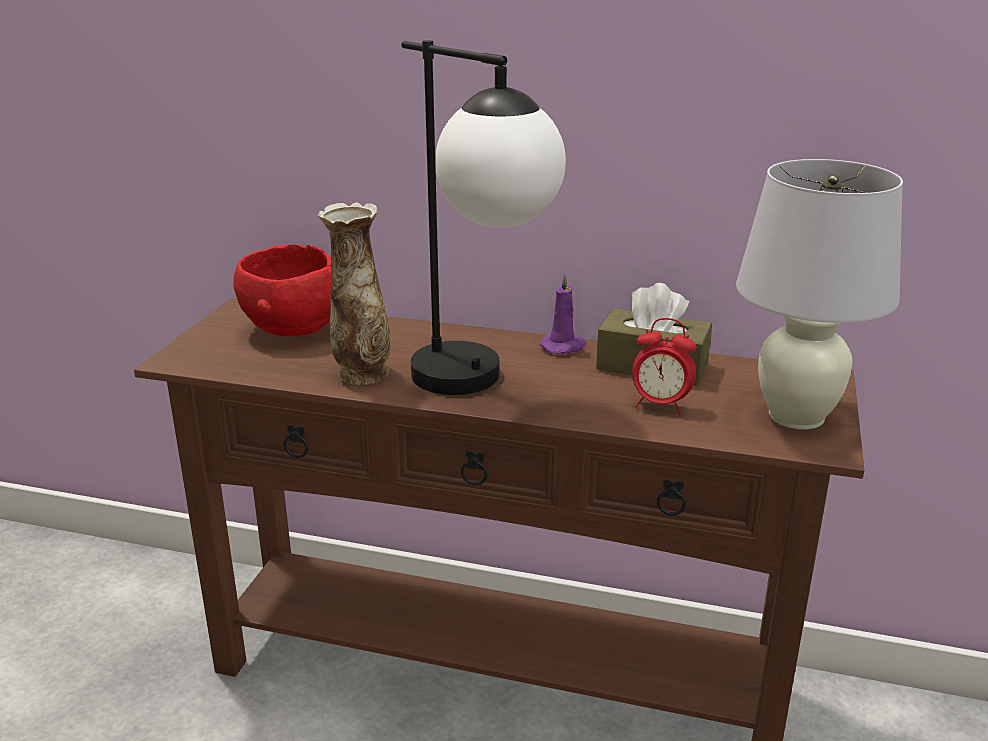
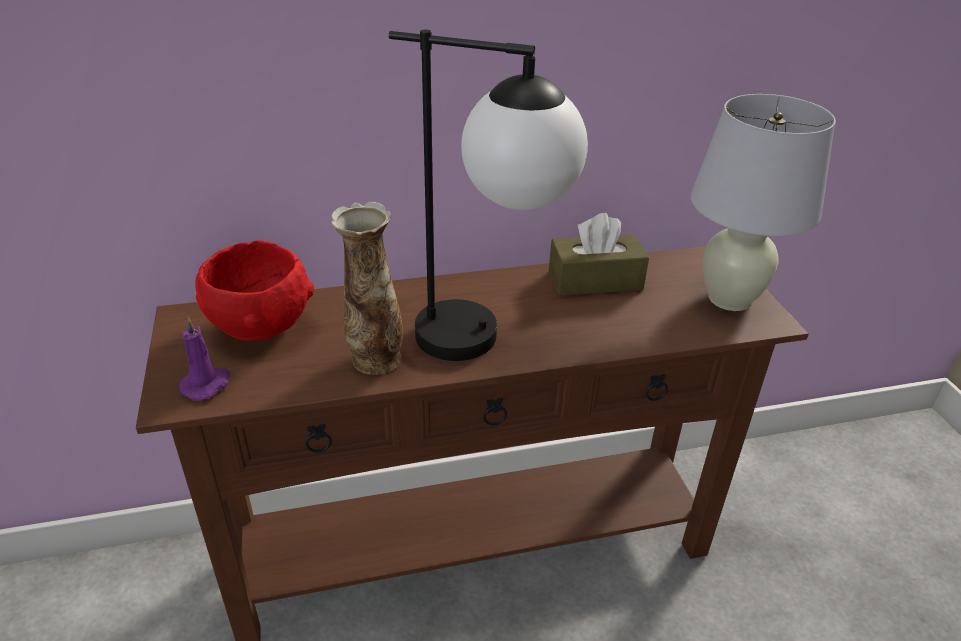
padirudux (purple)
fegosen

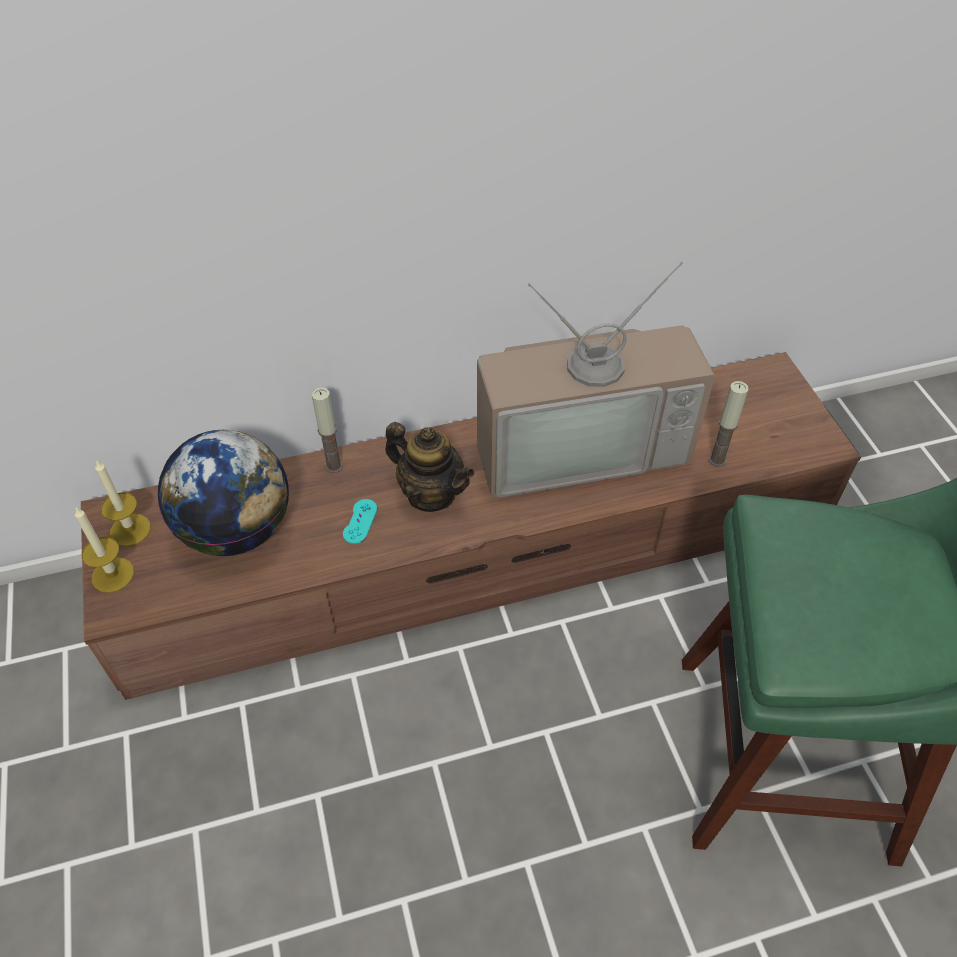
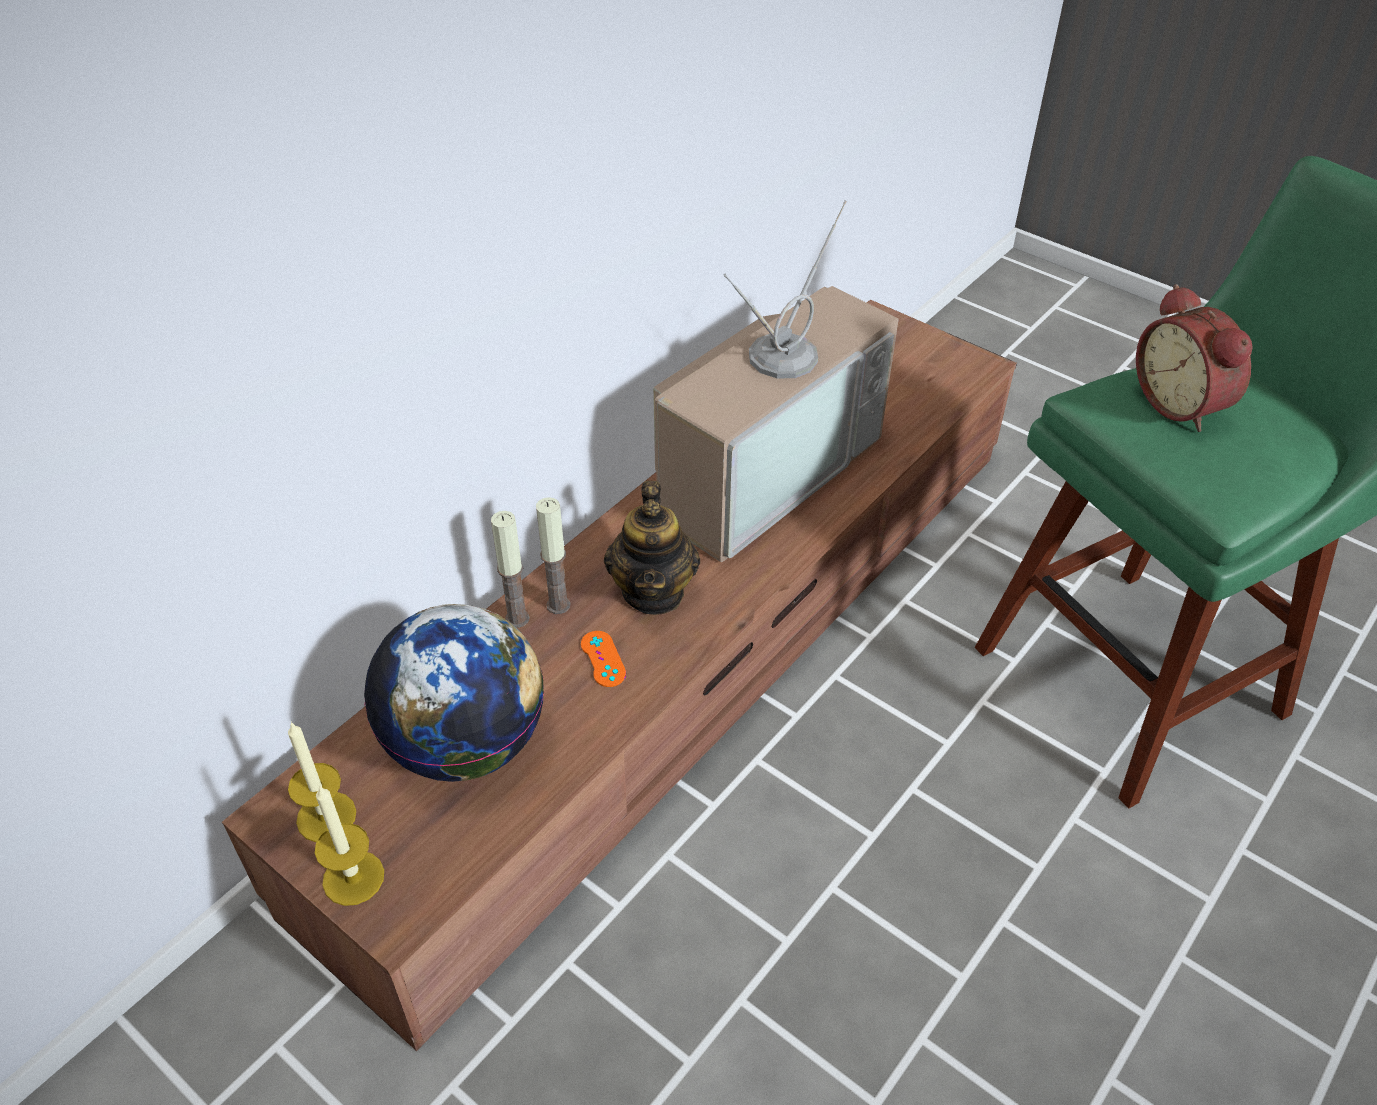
padirudux (no. 4 from left)
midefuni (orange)
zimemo
fegosen

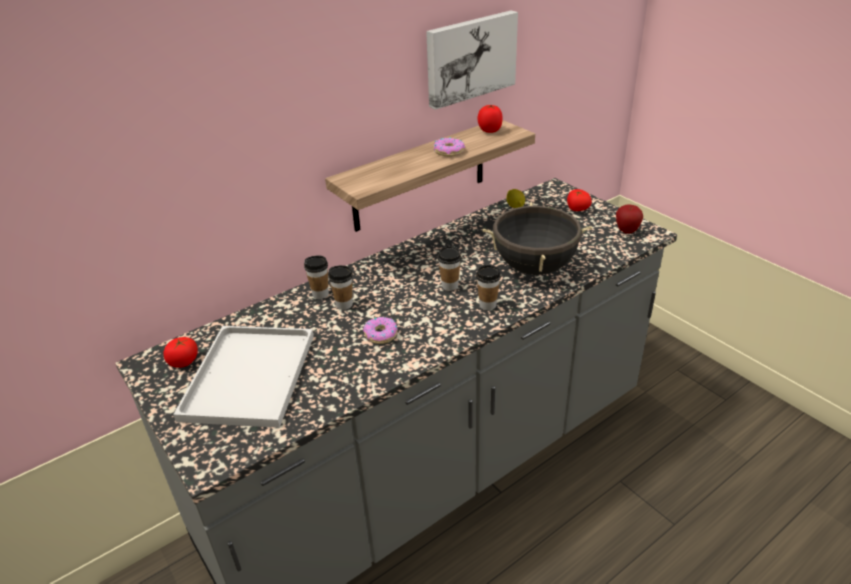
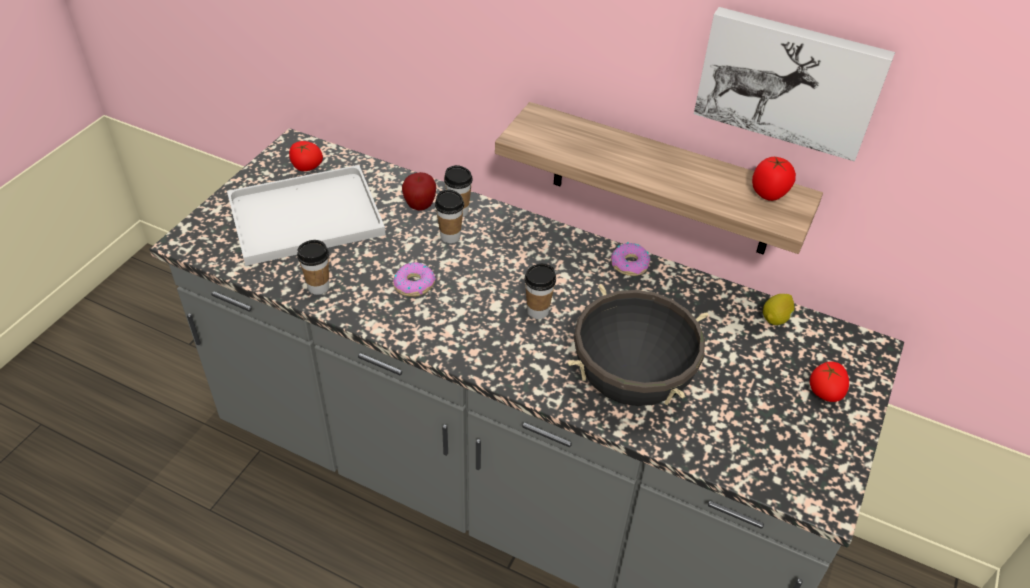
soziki (no. 1 from left)
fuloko
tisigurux (no. 2 from left)

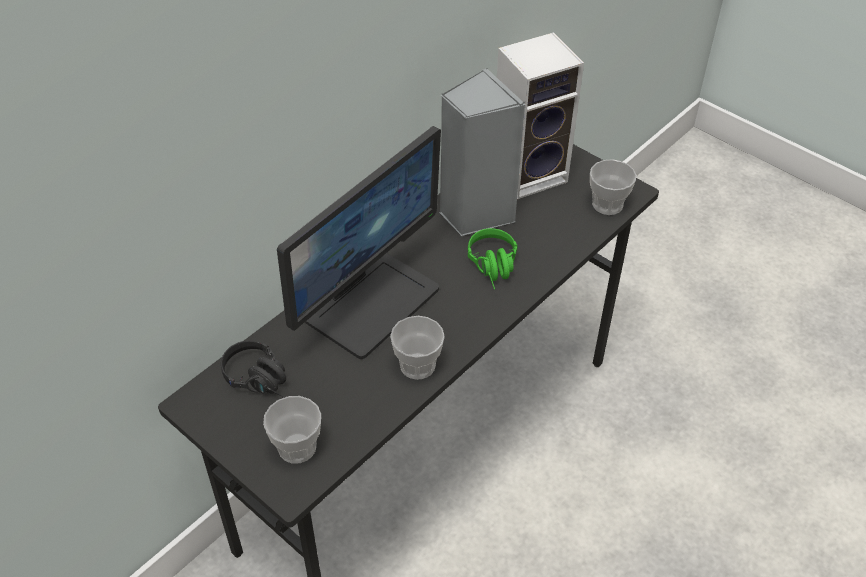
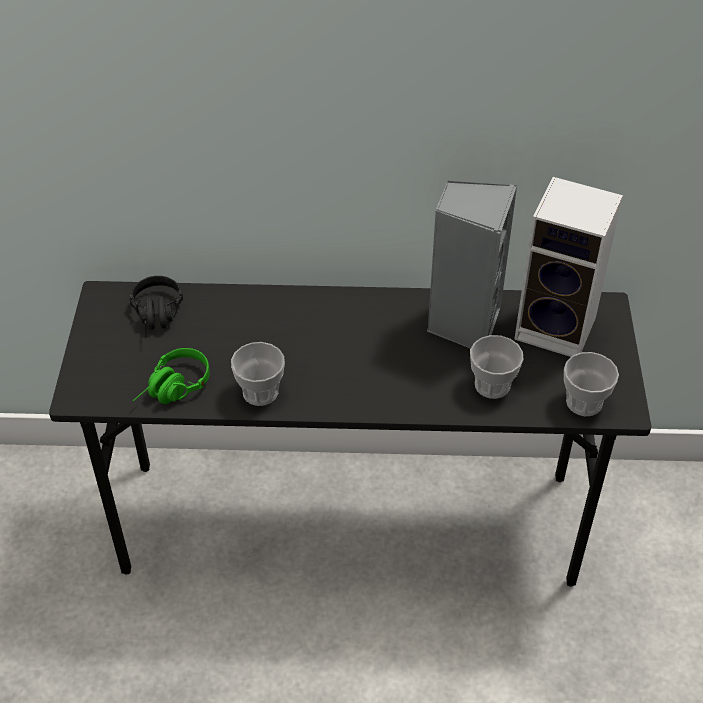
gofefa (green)
soziki (no. 2 from left)
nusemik

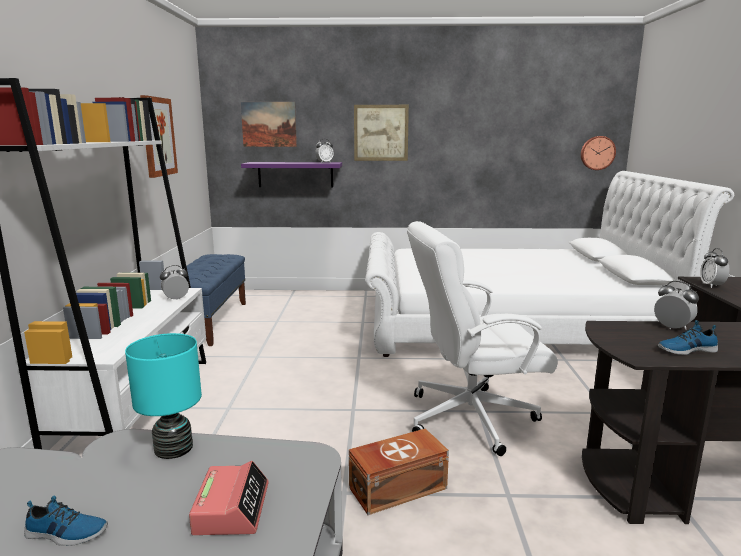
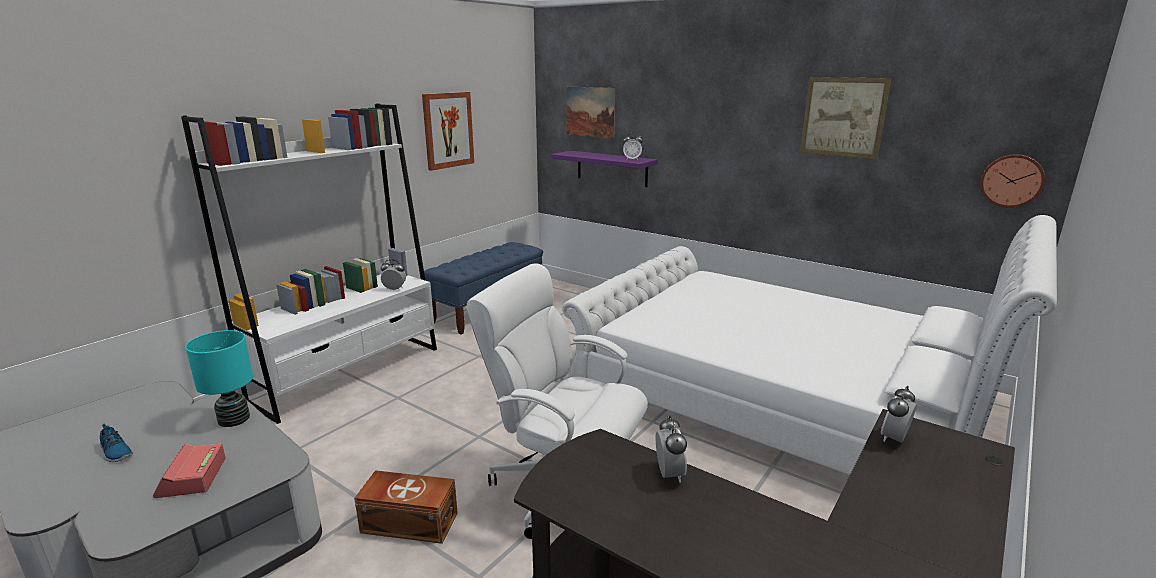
fegosen (no. 1 from left)
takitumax (no. 3 from left)
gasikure (no. 2 from left in the first image)

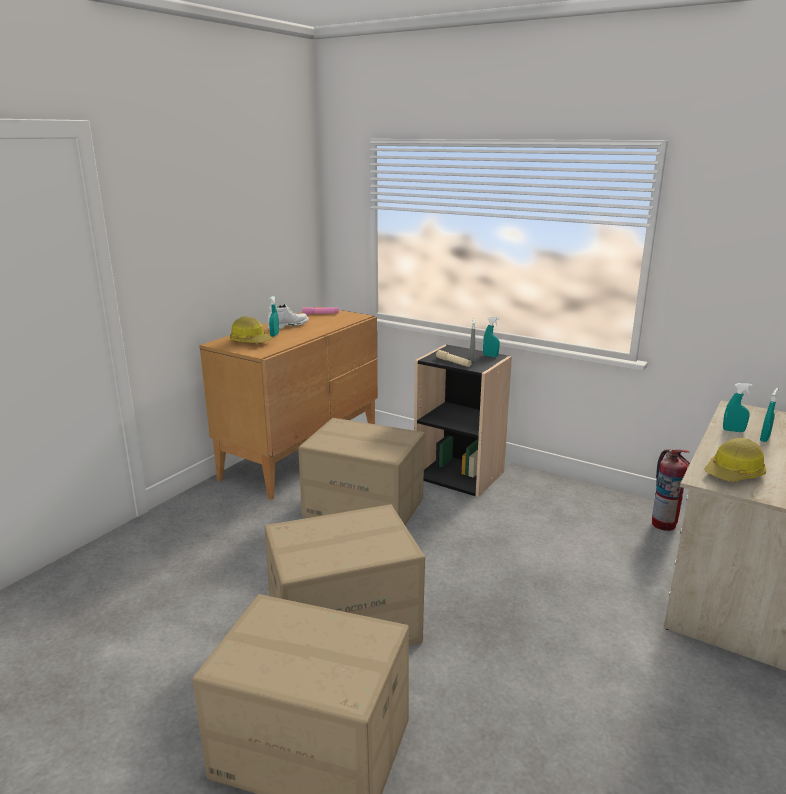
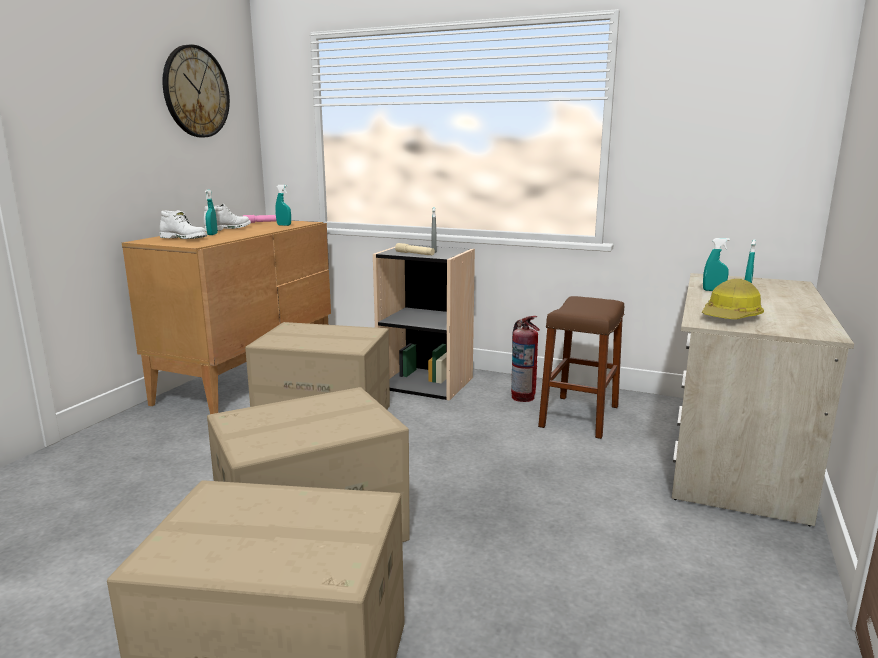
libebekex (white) (no. 1 from left)
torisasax
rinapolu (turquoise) (no. 2 from left)
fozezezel
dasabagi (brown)

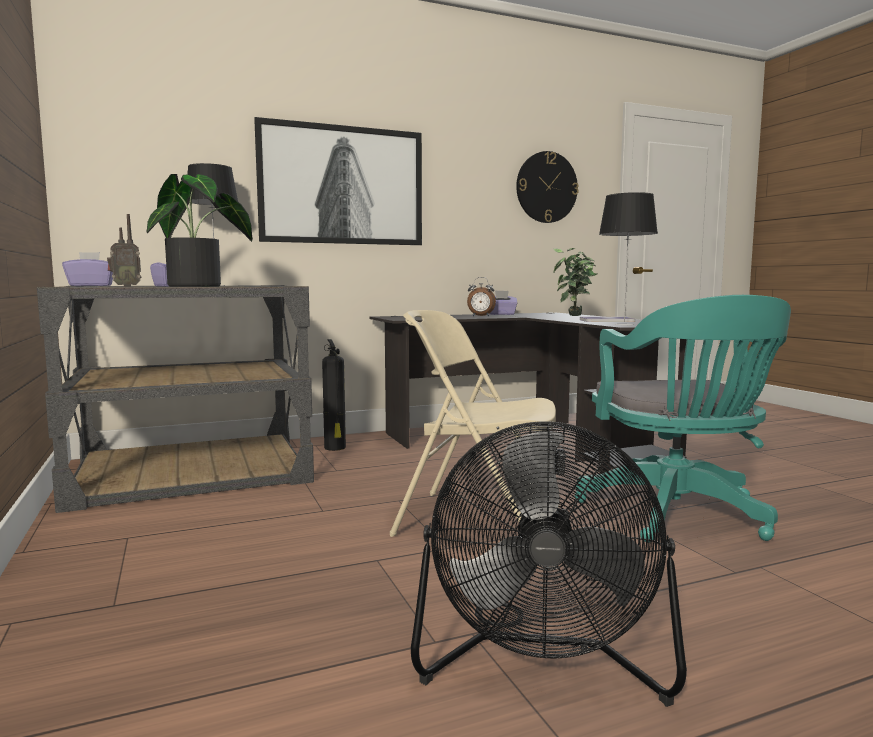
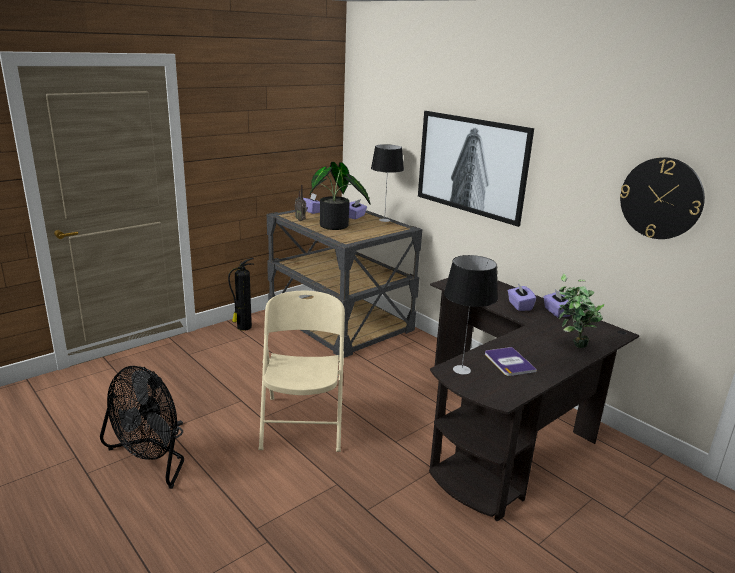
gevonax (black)
fozezezel
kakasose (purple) (no. 3 from left)
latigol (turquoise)

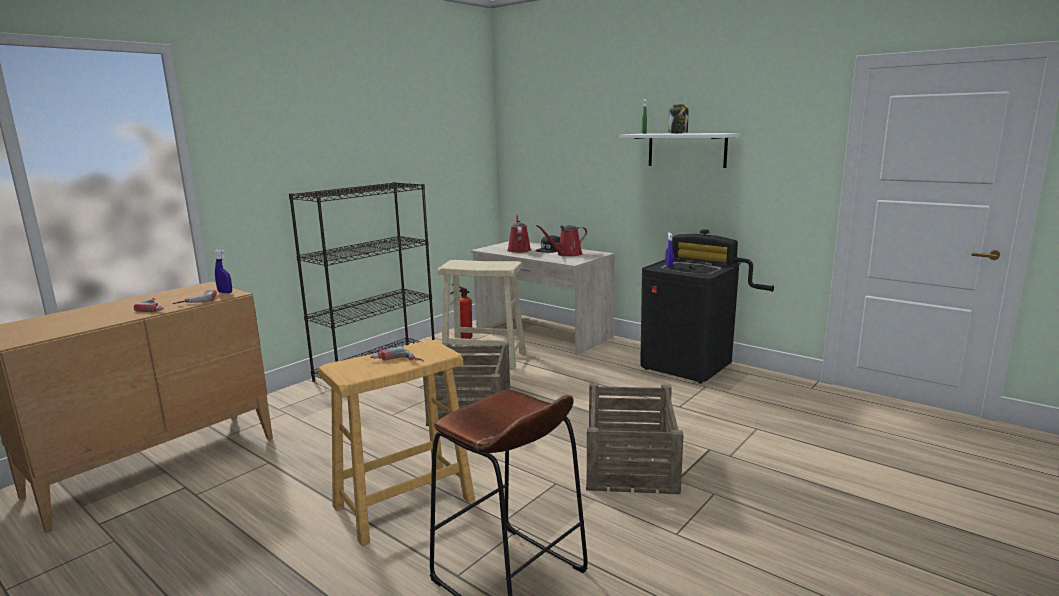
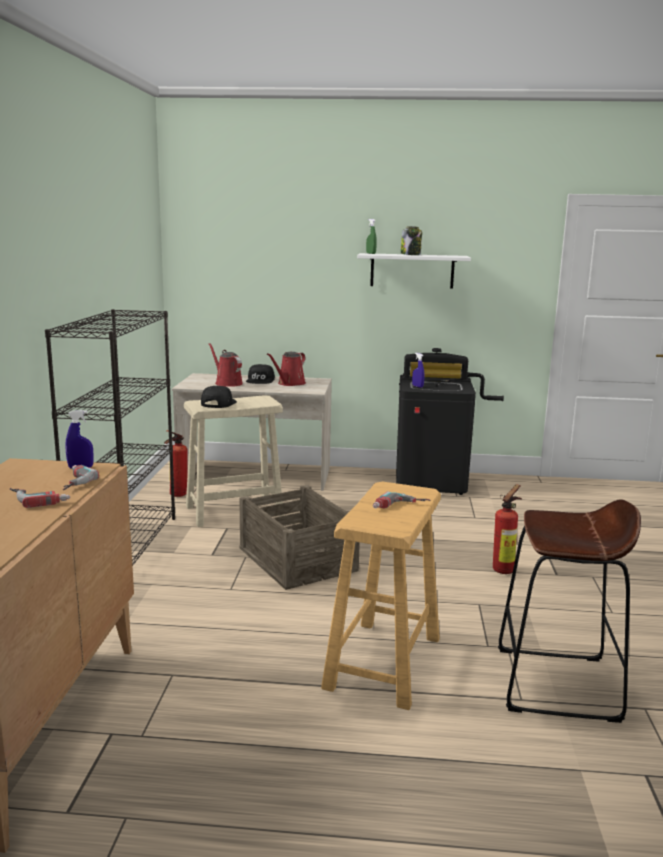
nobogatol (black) (no. 1 from left)
fozezezel (no. 2 from left)

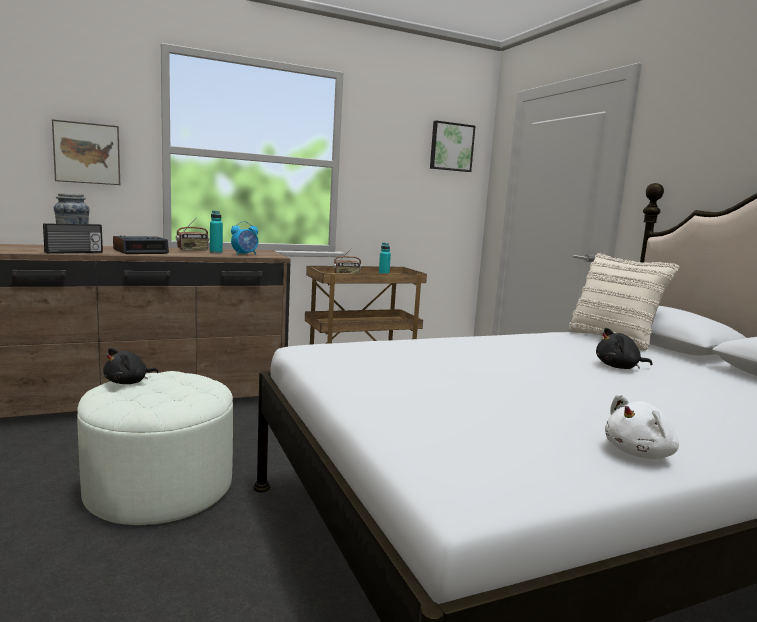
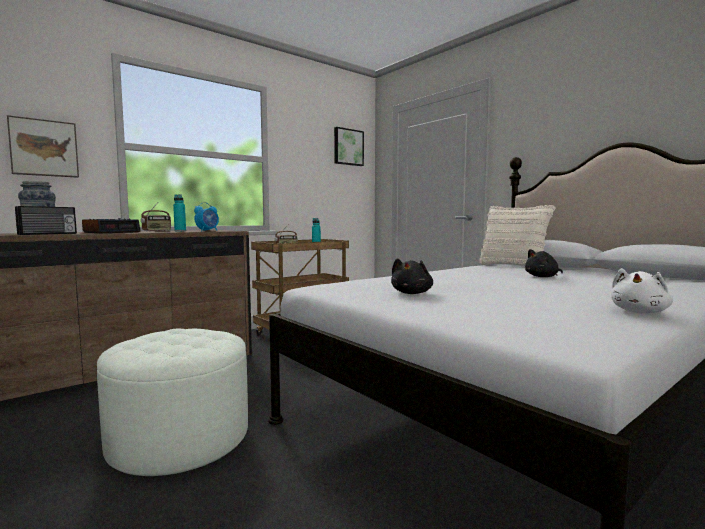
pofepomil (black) (no. 1 from left)

